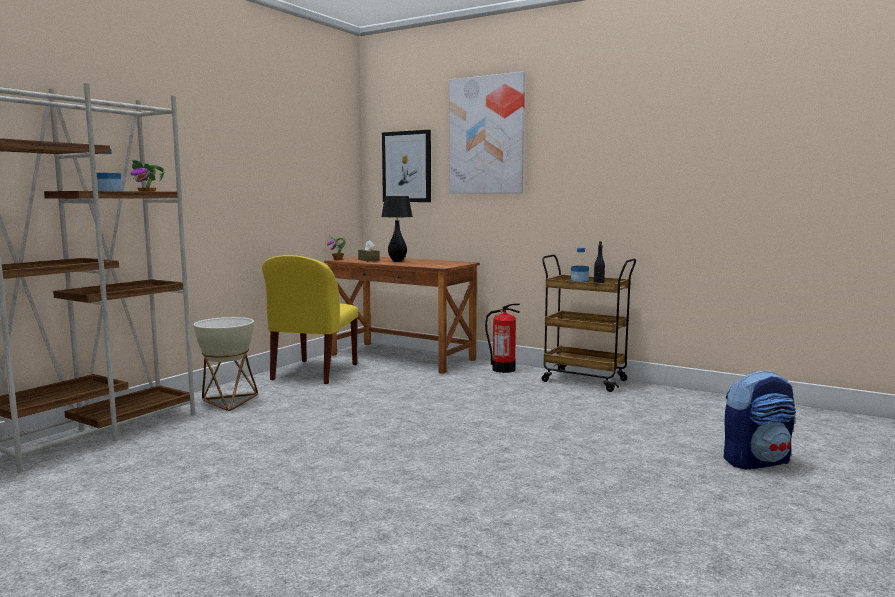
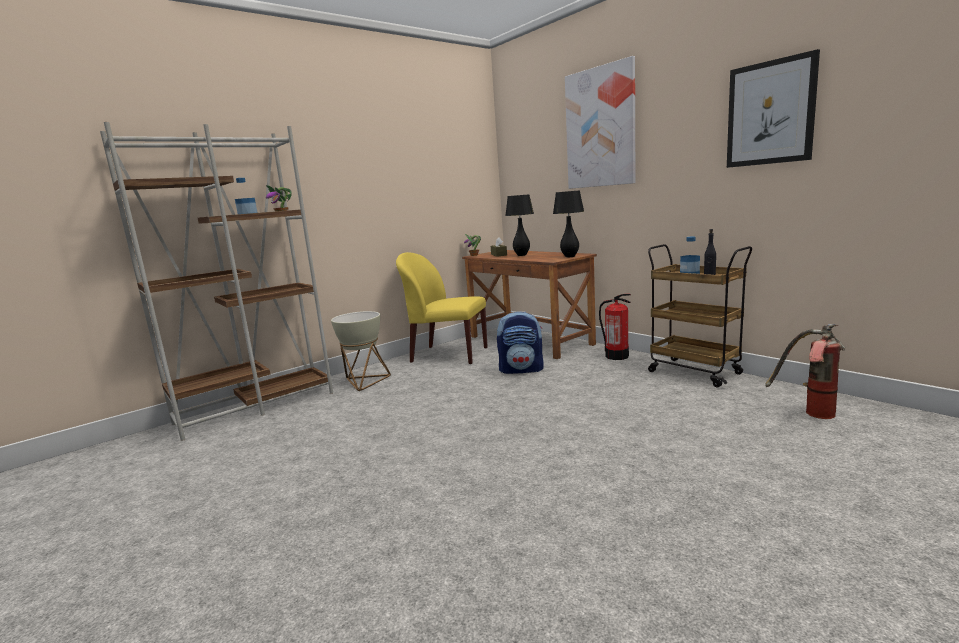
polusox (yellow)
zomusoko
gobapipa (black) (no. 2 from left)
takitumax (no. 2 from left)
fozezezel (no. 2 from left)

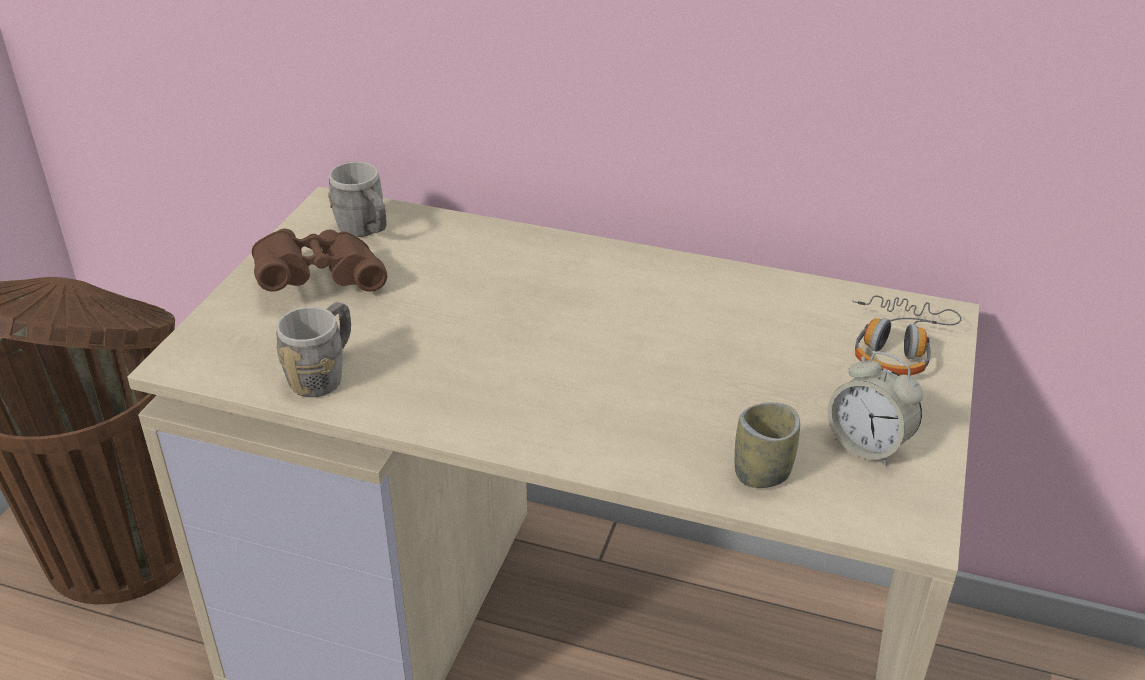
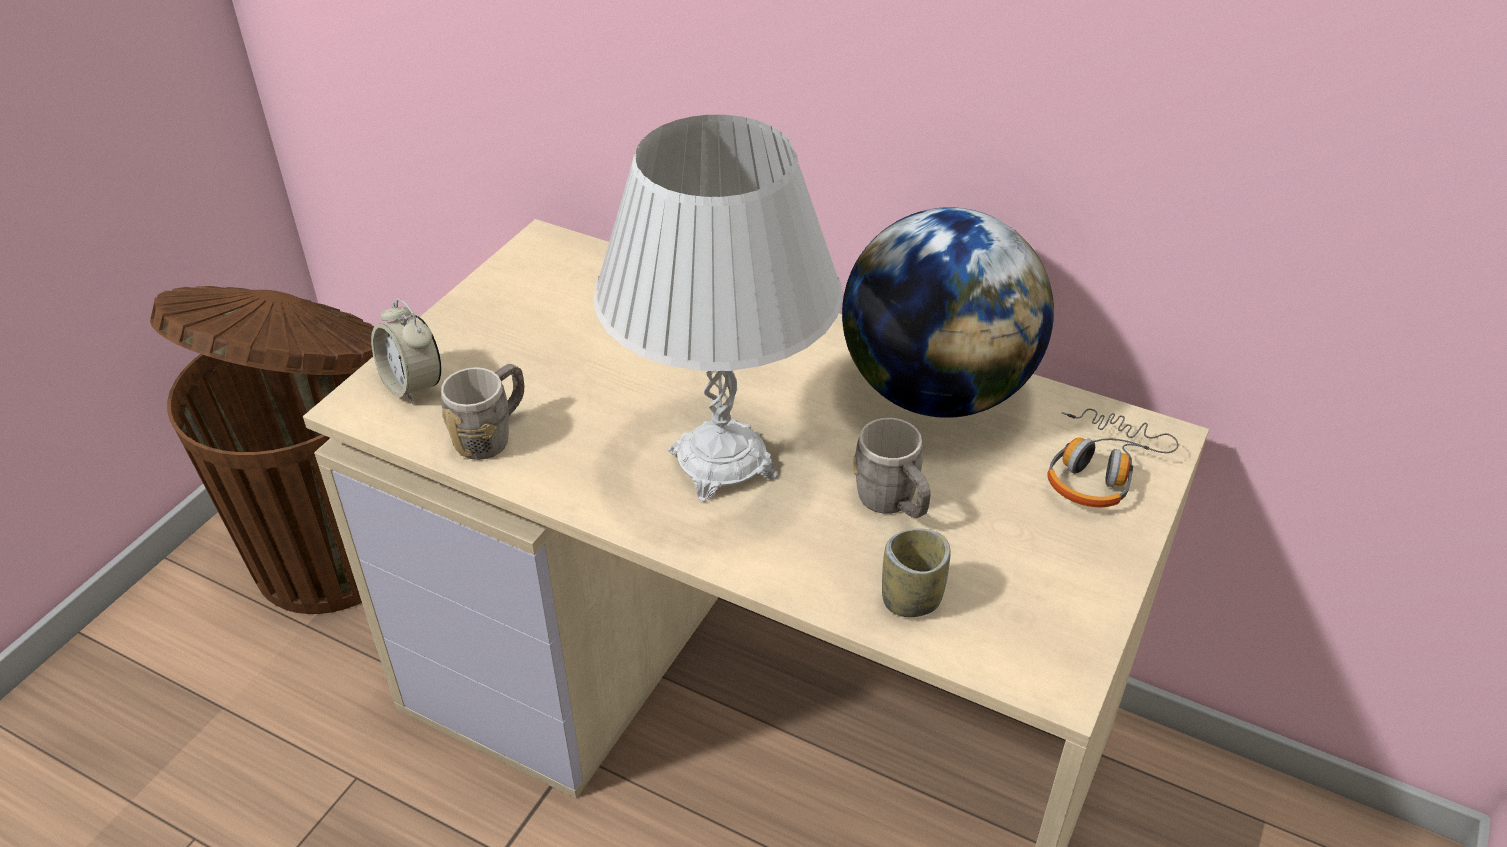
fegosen
gobapipa (white)
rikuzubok
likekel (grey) (no. 2 from left)
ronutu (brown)

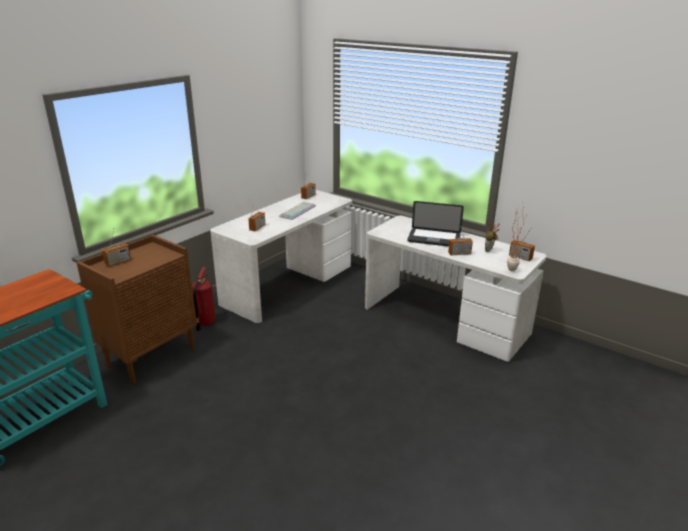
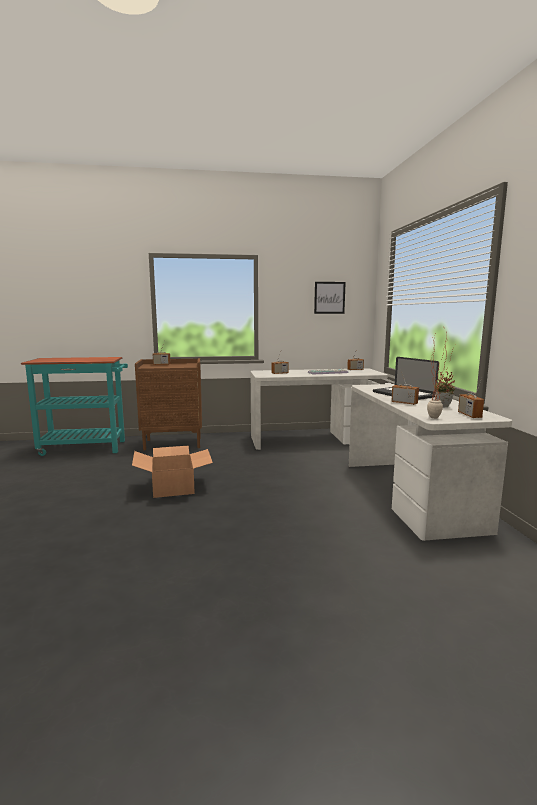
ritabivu
takitumax
fozezezel

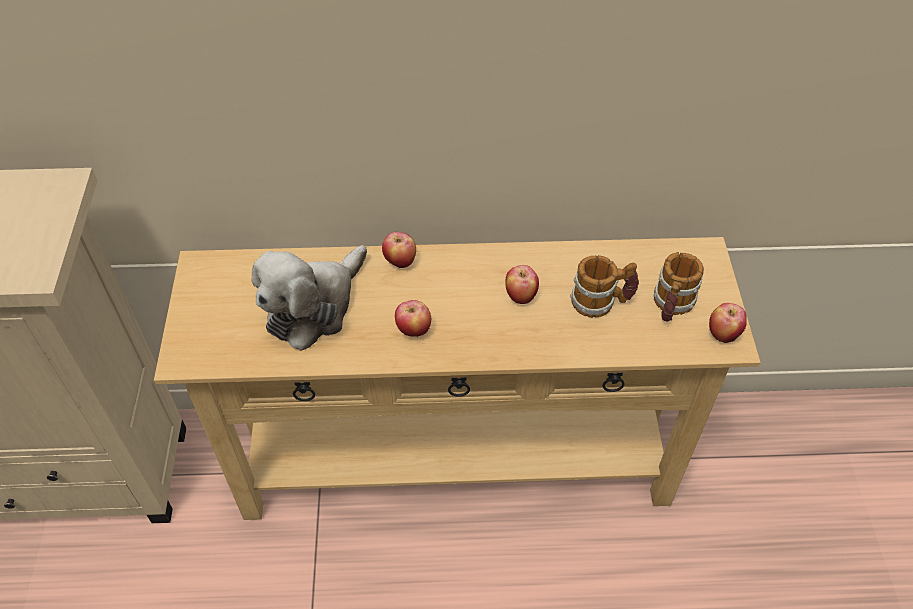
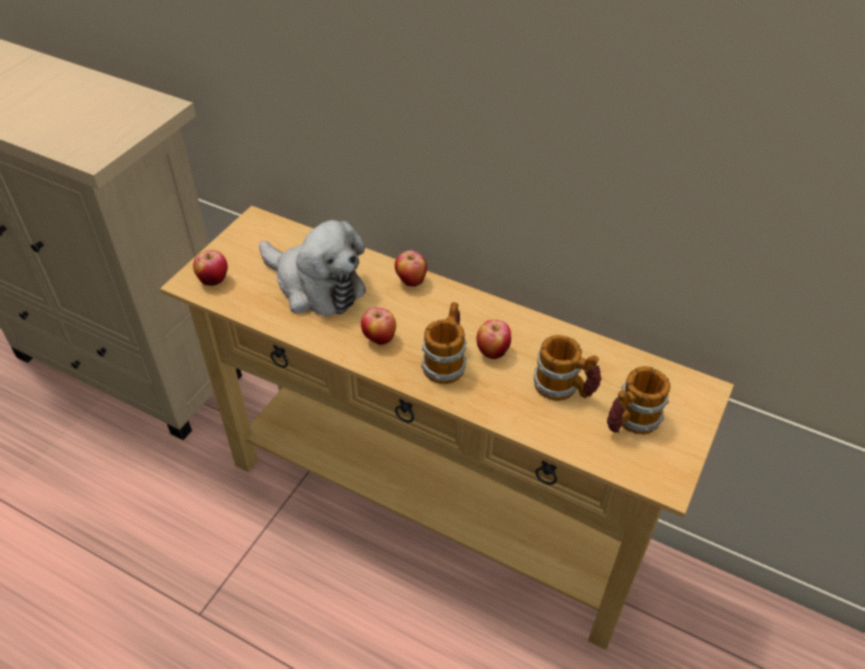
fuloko (no. 1 from left)
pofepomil
likekel (no. 1 from left)

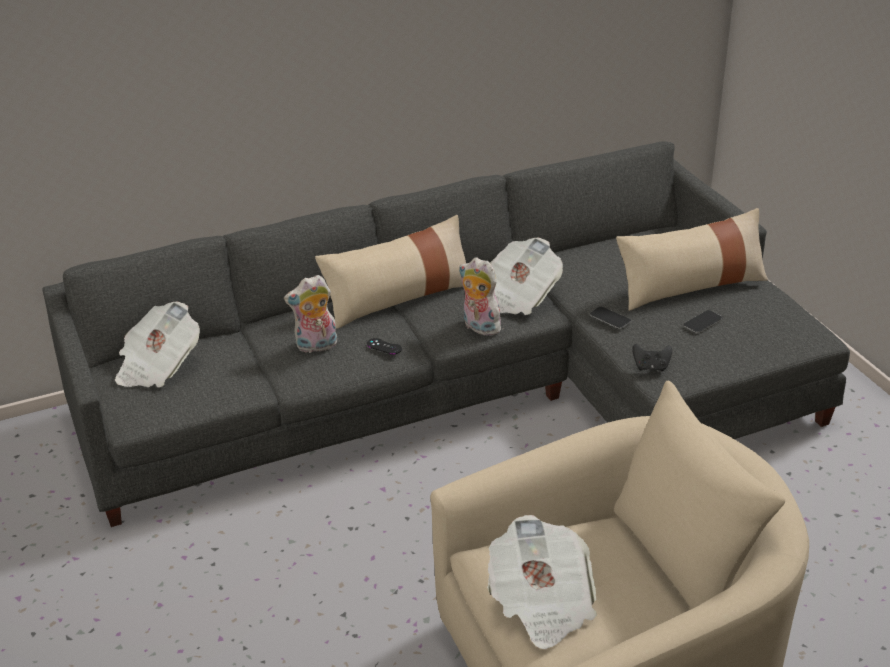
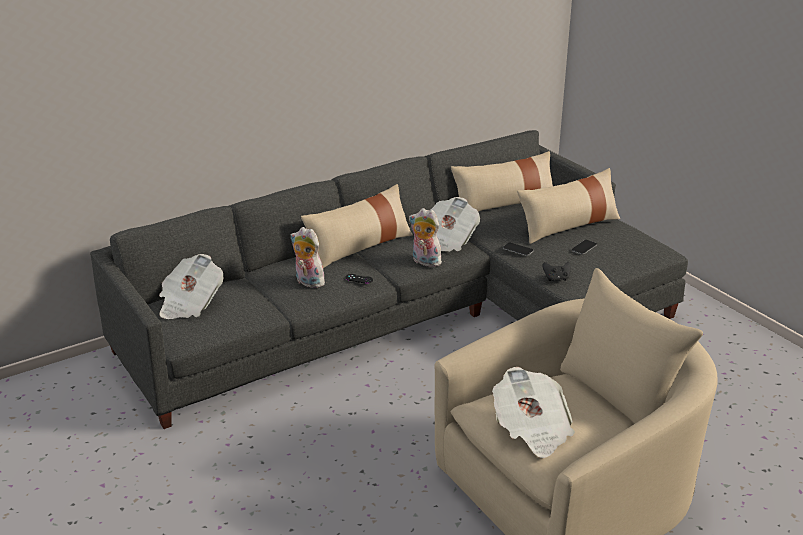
pofepomil (no. 1 from left)
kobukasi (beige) (no. 2 from left)

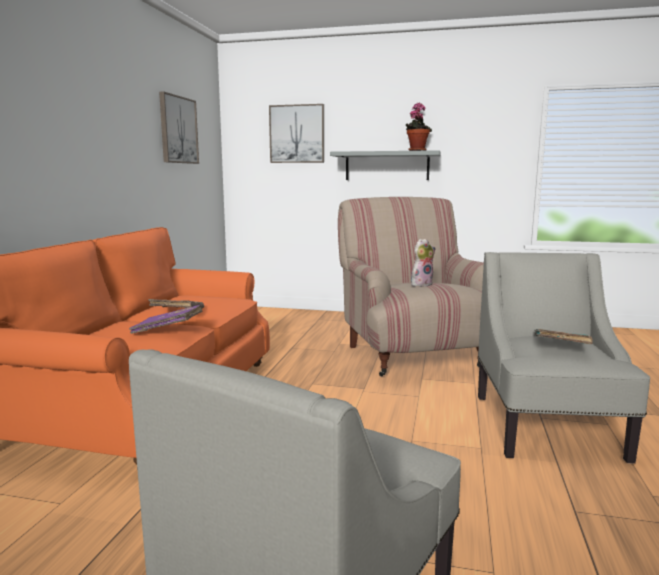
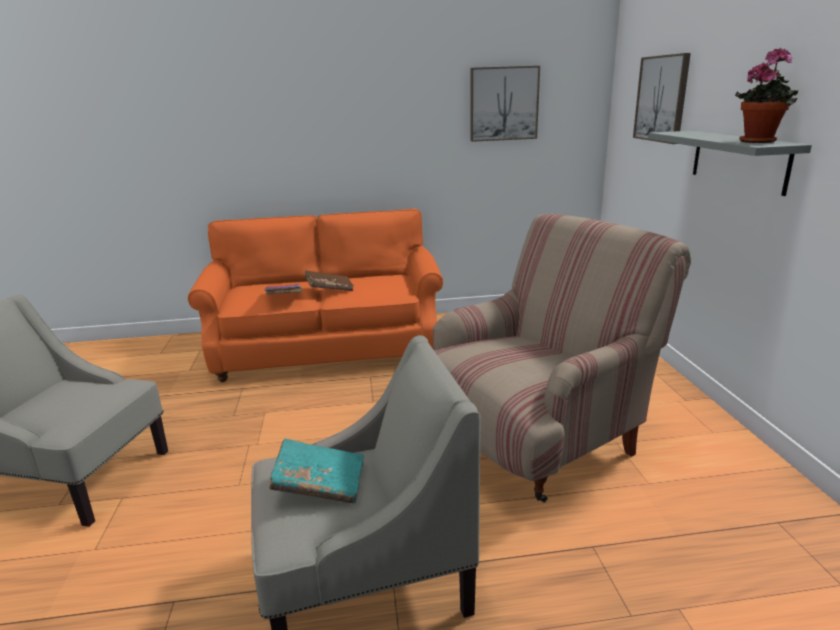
pofepomil

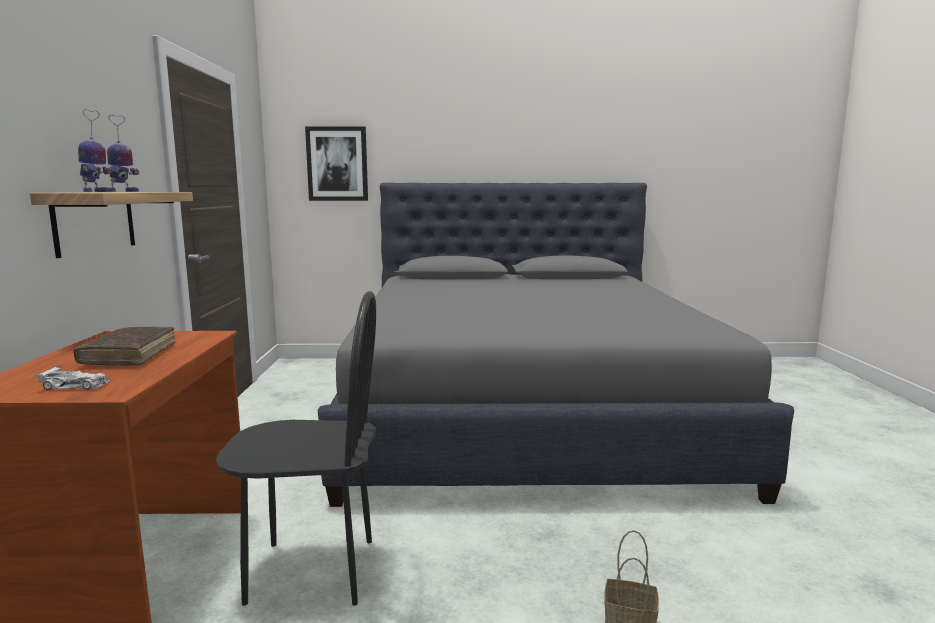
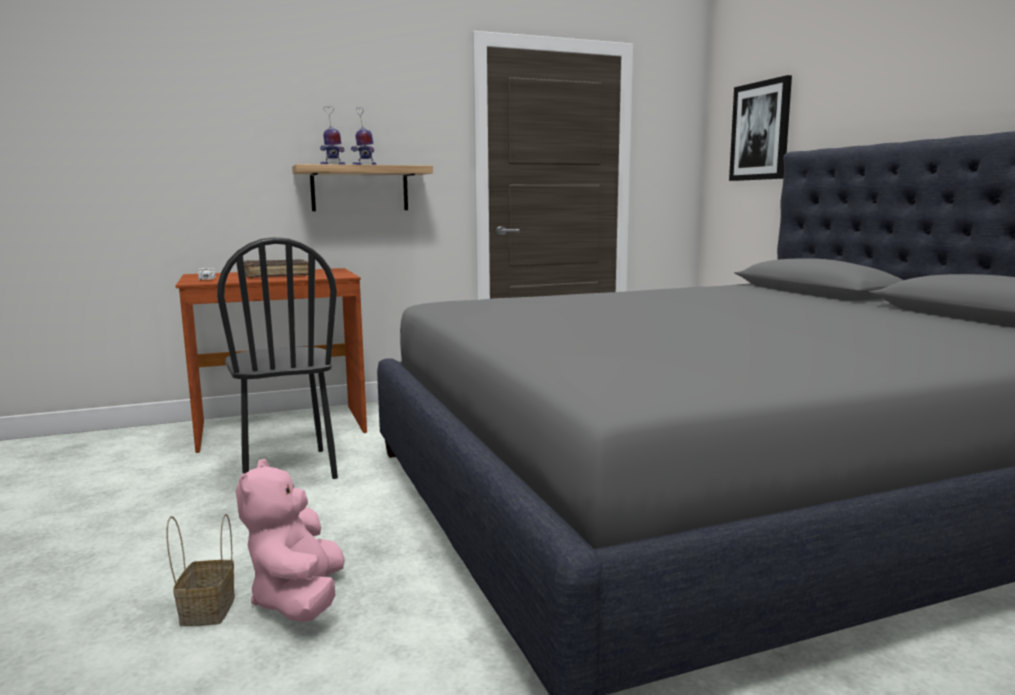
pofepomil (pink)

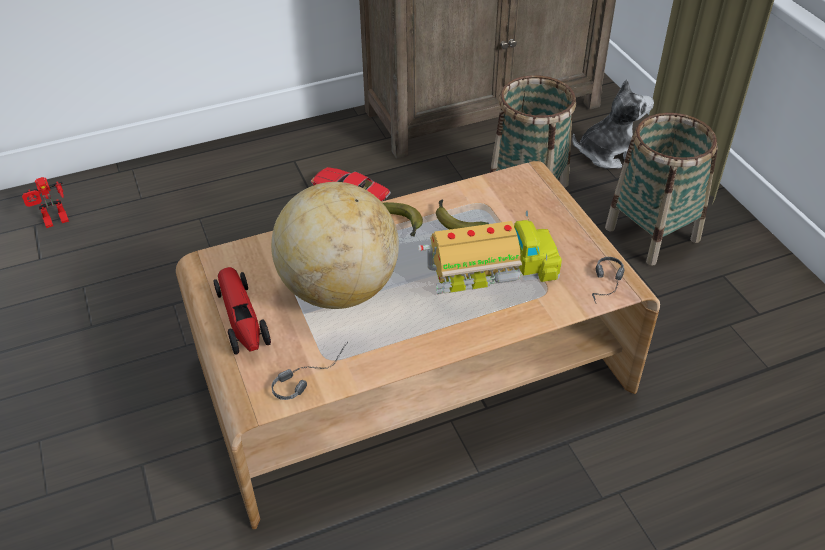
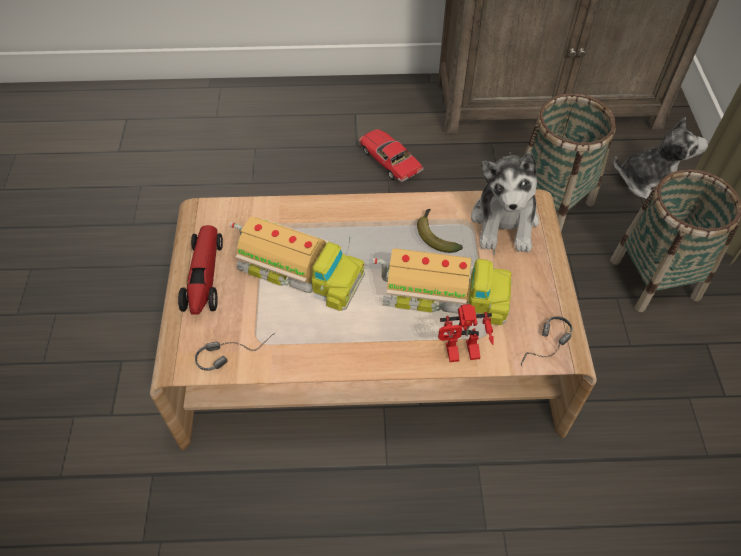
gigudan (no. 1 from left)
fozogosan
pofepomil (no. 1 from left)
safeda (no. 1 from left in the first image)

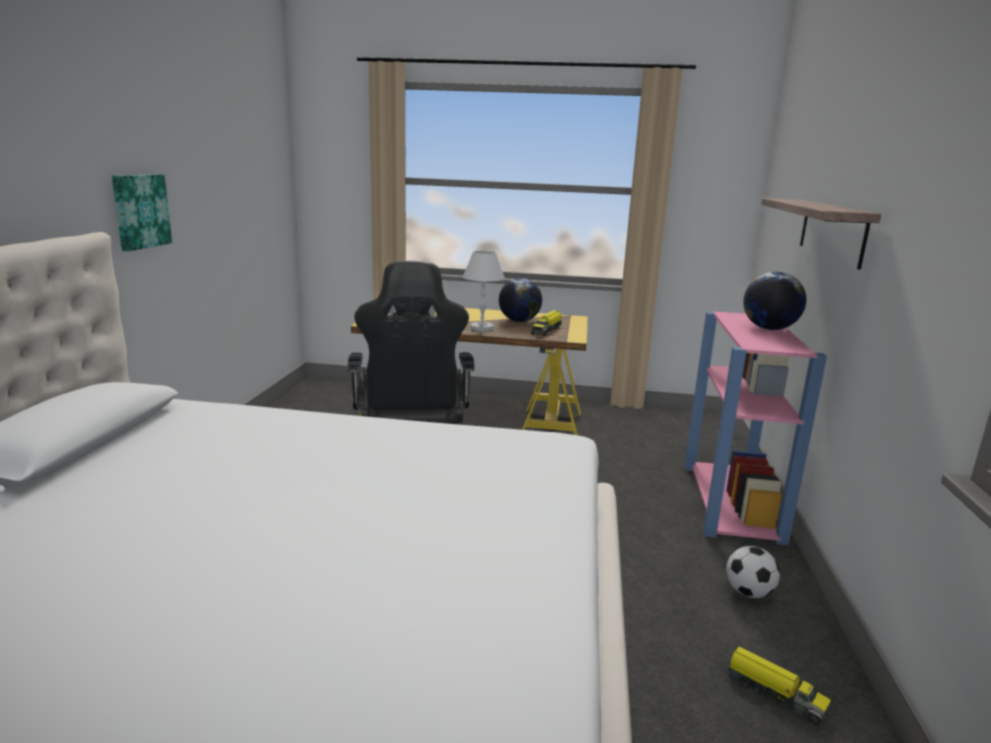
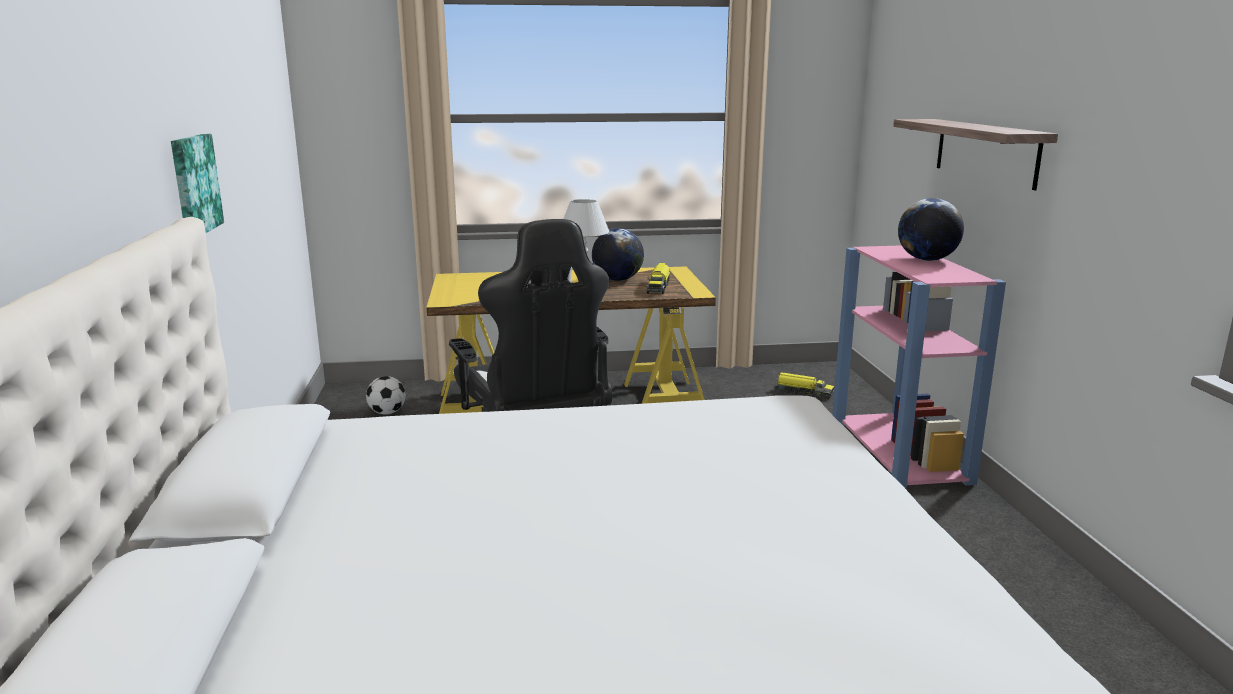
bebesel
gigudan (no. 2 from left)

